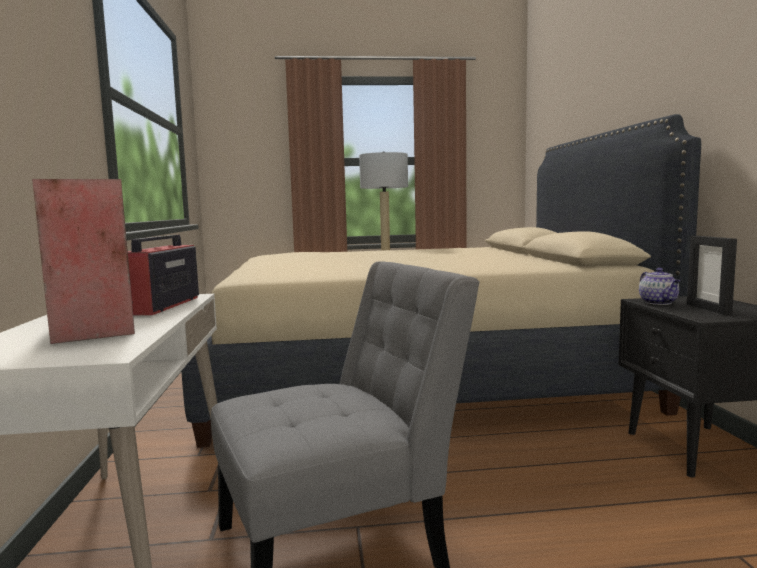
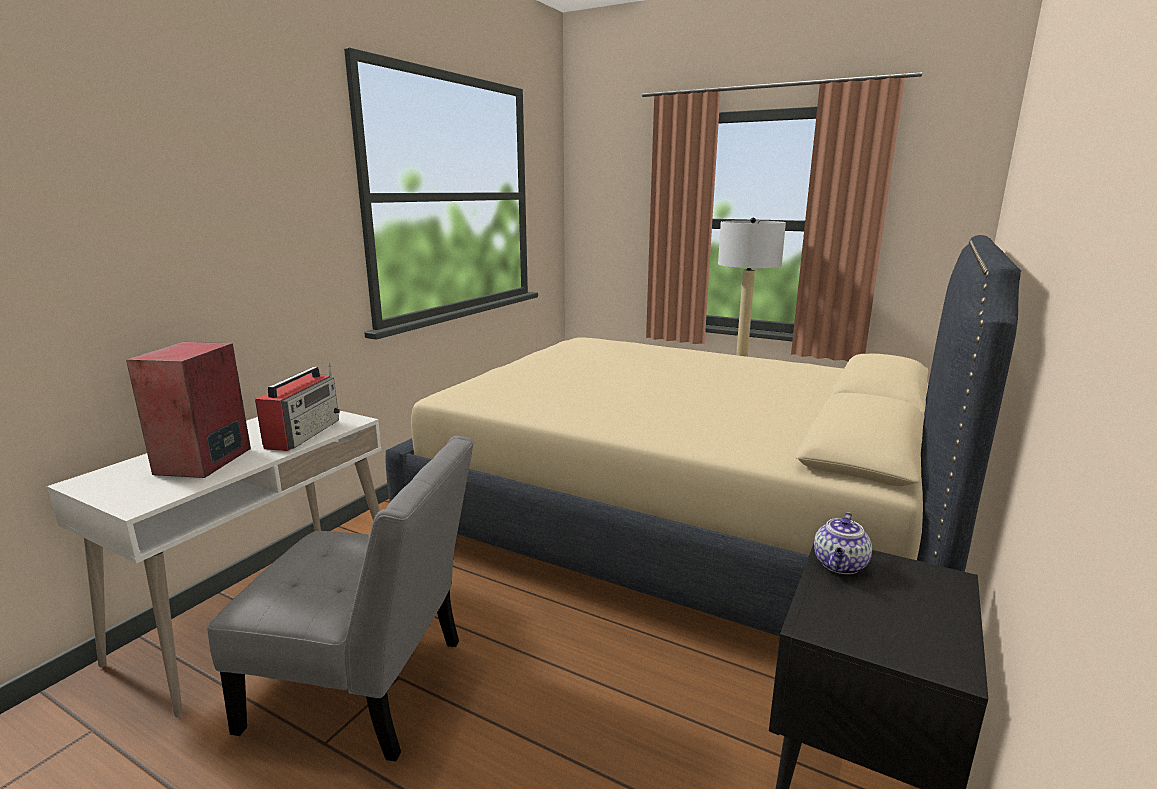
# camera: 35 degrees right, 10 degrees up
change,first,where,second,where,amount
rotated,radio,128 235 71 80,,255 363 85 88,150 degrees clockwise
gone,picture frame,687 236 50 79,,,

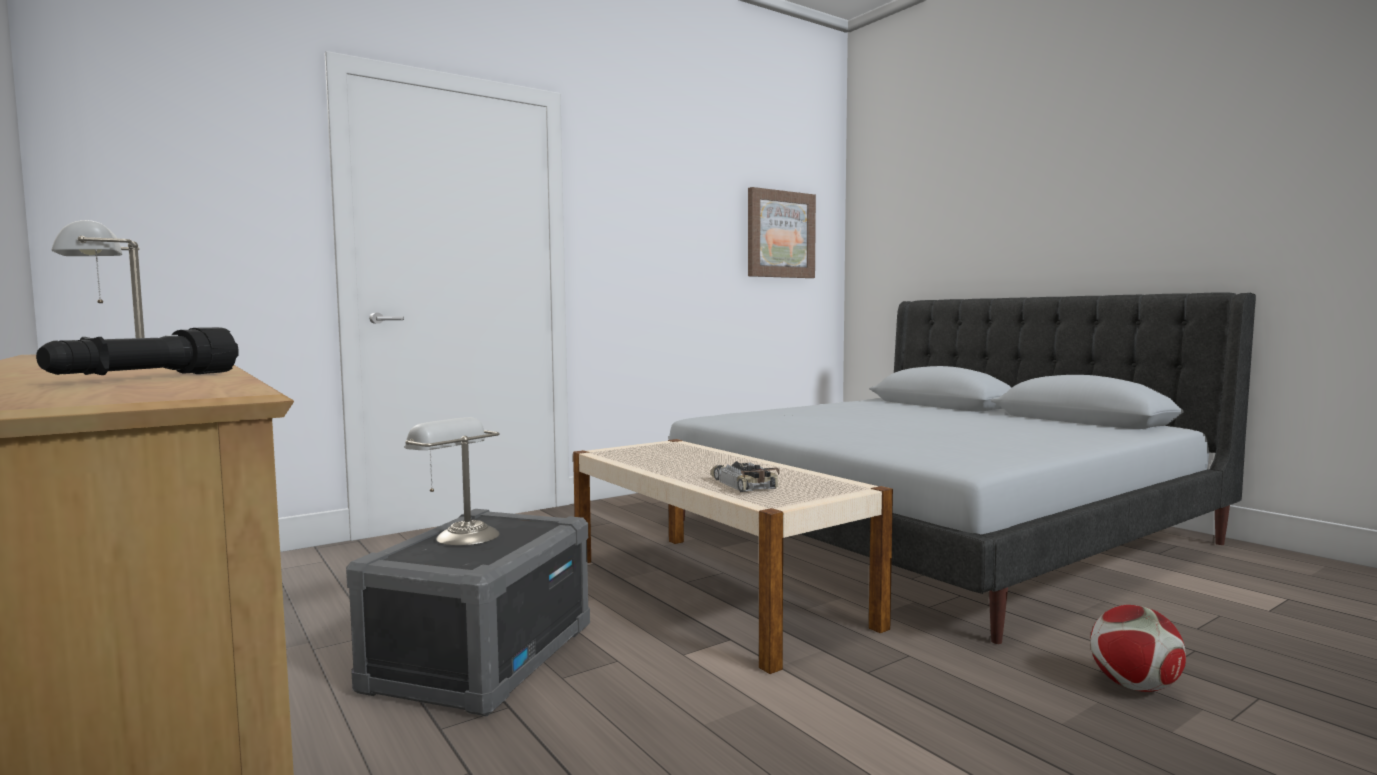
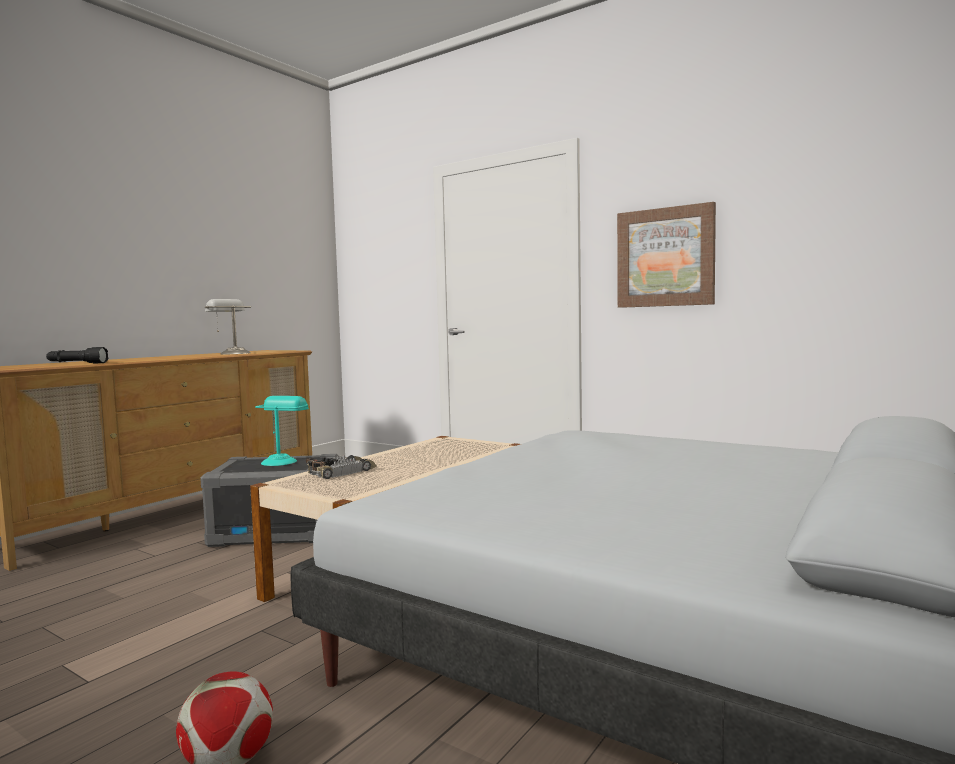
# camera: 70 degrees right, 0 degrees up
change,first,where,second,where,amount
shifted,picture,748 187 68 91,,617 202 99 106,
repainted,white table lamp,405 417 95 128,turquoise table lamp,255 396 54 70,

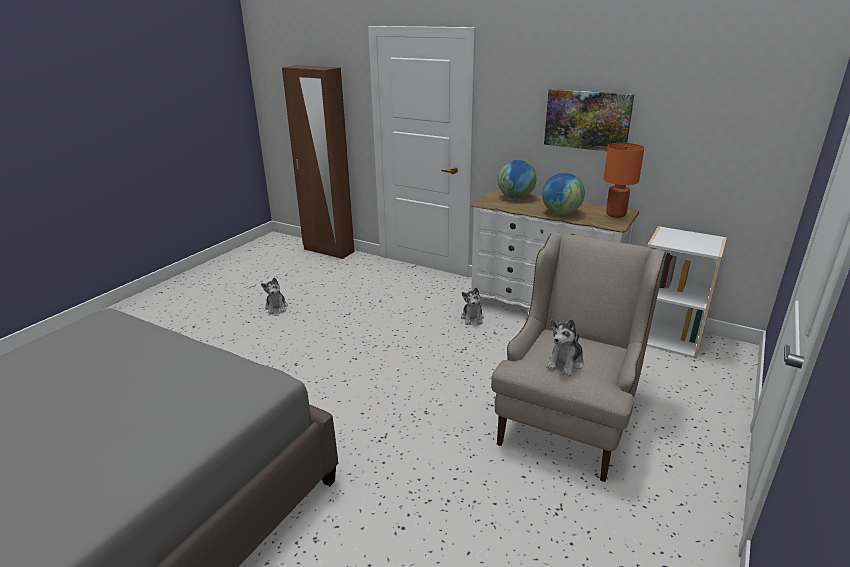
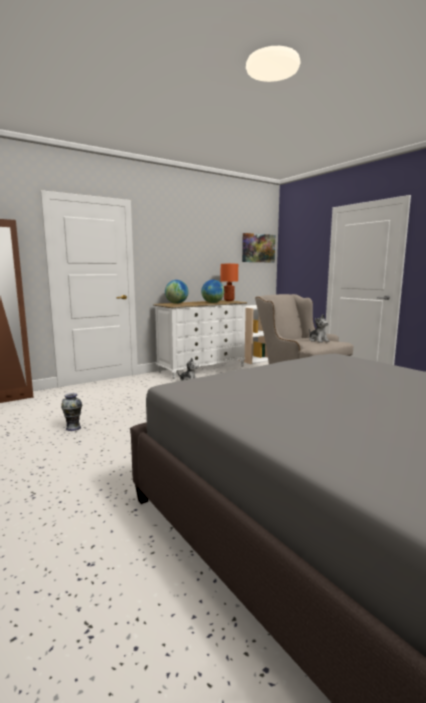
# camera: 65 degrees left, 15 degrees down
change,first,where,second,where,amount
shifted,picture,544 89 90 62,,242 233 33 30,
swapped,plush toy,261 277 27 37,vase,61 393 21 38,

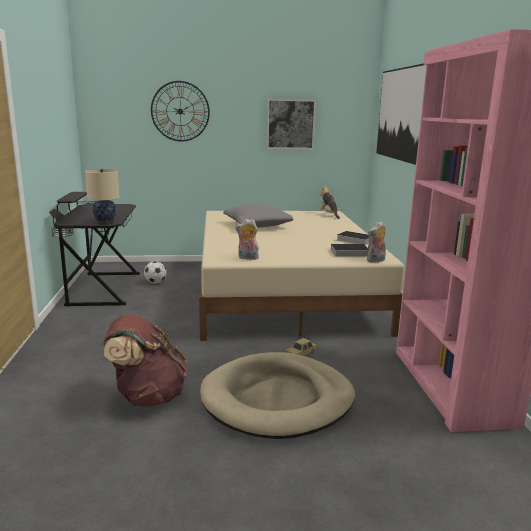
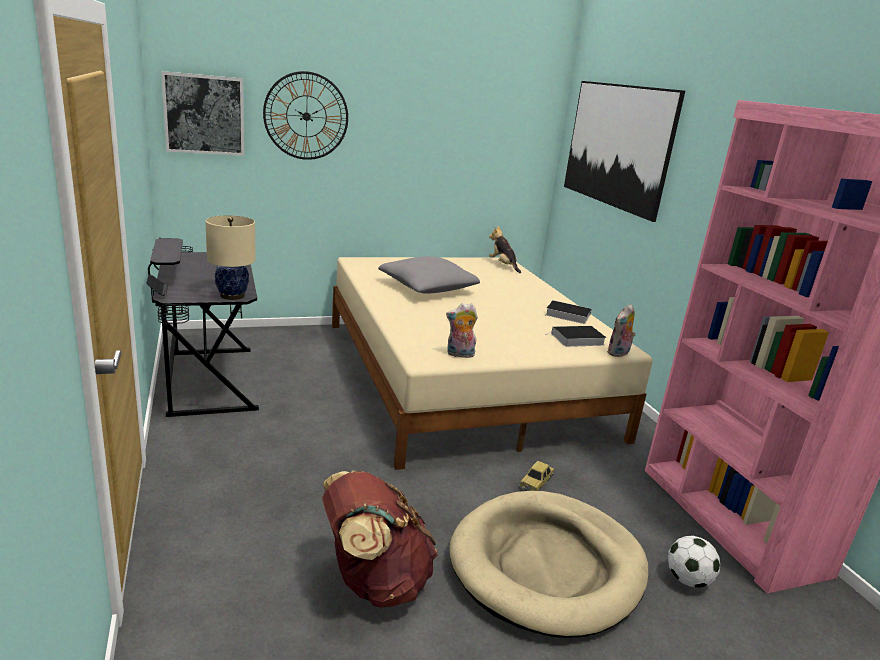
# camera: 15 degrees left, 5 degrees up
change,first,where,second,where,amount
shifted,picture,266 99 50 50,,161 71 83 85,
shifted,football,144 261 23 23,,668 536 52 52,

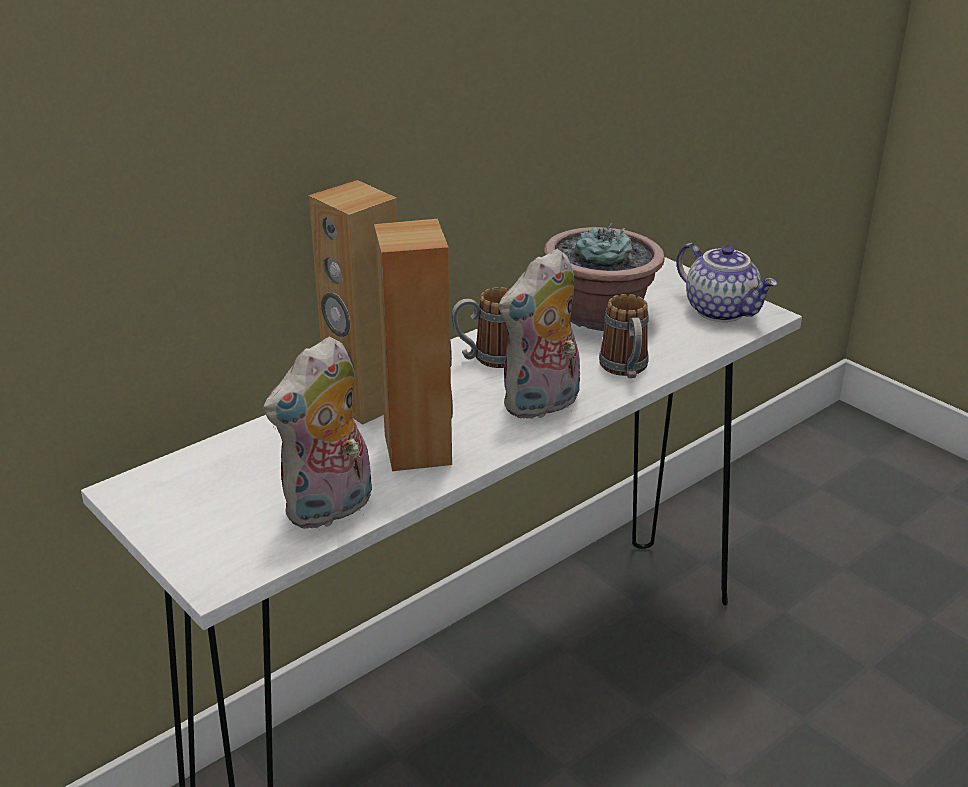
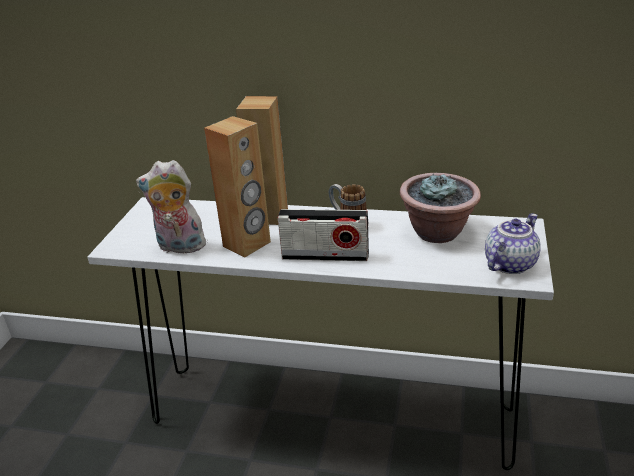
# camera: 55 degrees right, 0 degrees up
change,first,where,second,where,amount
rotated,teapot,676 243 101 79,,485 214 56 60,150 degrees counterclockwise
swapped,plush toy,499 249 87 171,radio,278 209 91 52,
gone,mug,599 294 50 84,,,

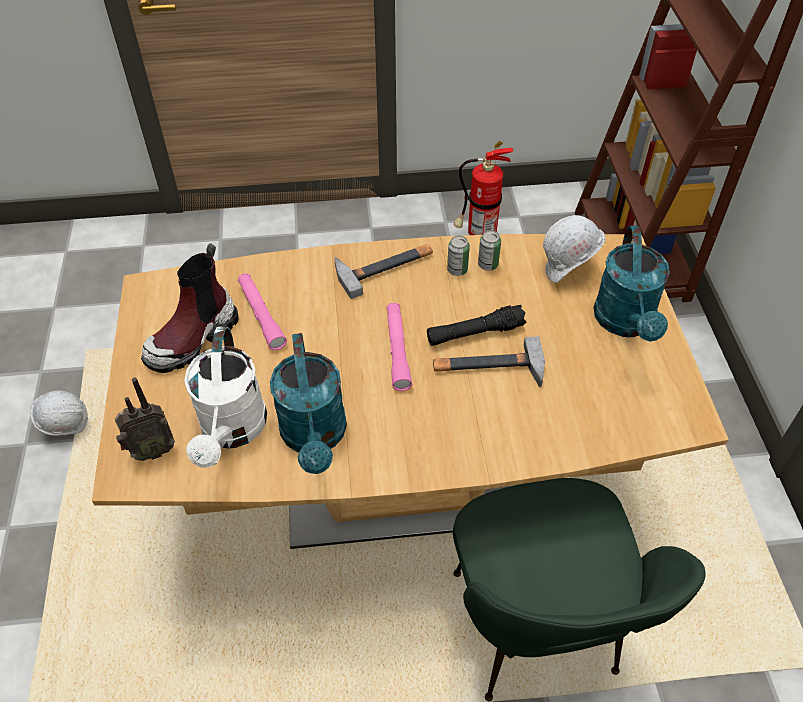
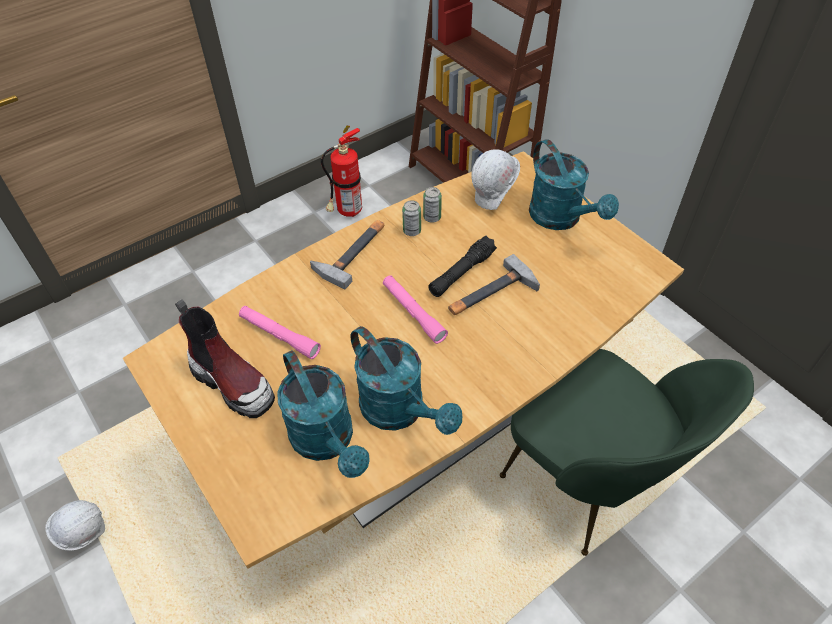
# camera: 30 degrees left, 0 degrees up
change,first,where,second,where,amount
rotated,boot,141 243 98 130,,175 299 100 119,60 degrees counterclockwise
repainted,white watering can,184 327 83 141,turquoise watering can,277 350 93 128,
gone,radio,115 378 60 83,,,

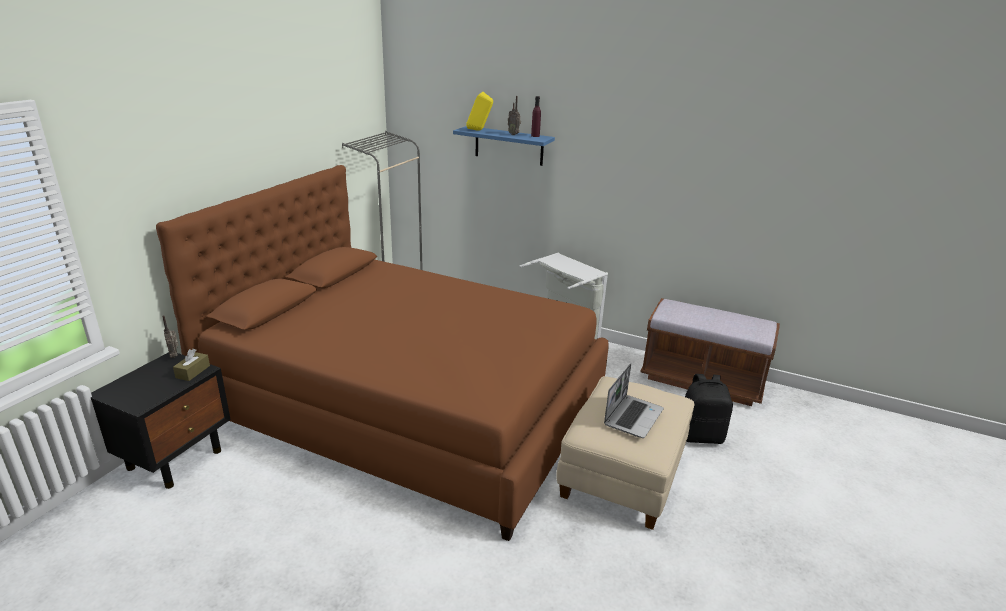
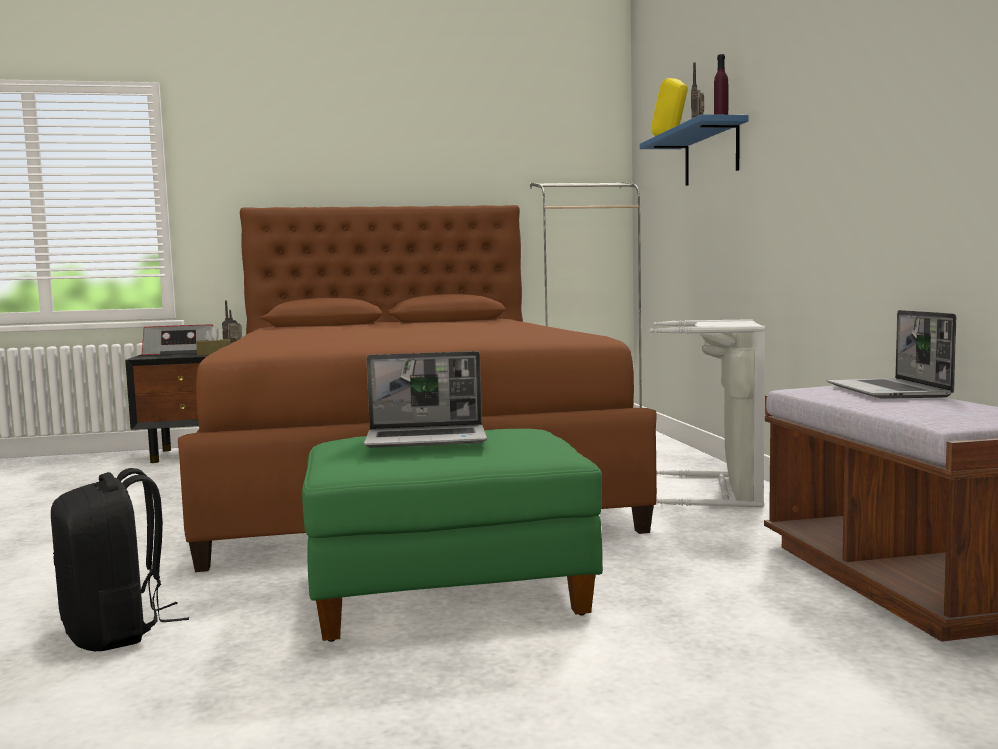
# camera: 55 degrees right, 20 degrees down
change,first,where,second,where,amount
shifted,black backpack,685 374 48 70,,51 468 138 183,
repainted,beige ottoman,556 376 138 154,green ottoman,302 429 301 213,
new,,,laptop,827 310 129 89,
new,,,radio,142 325 71 30,

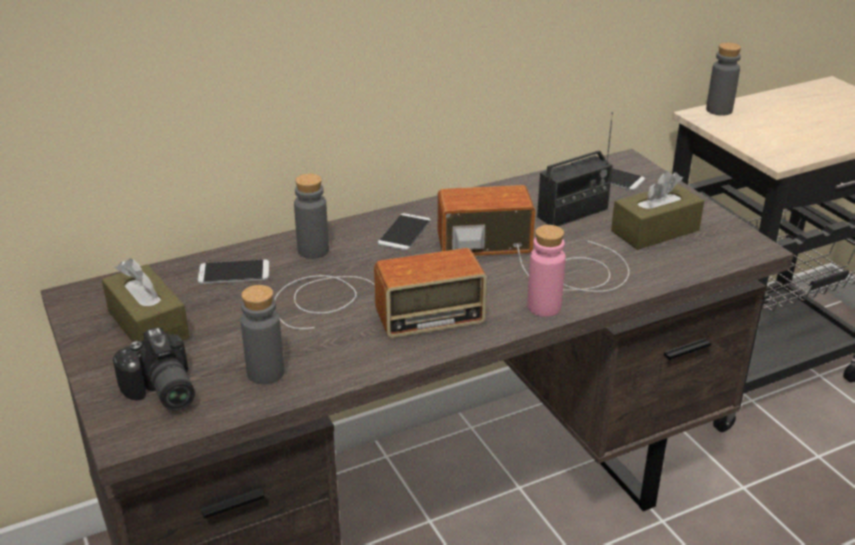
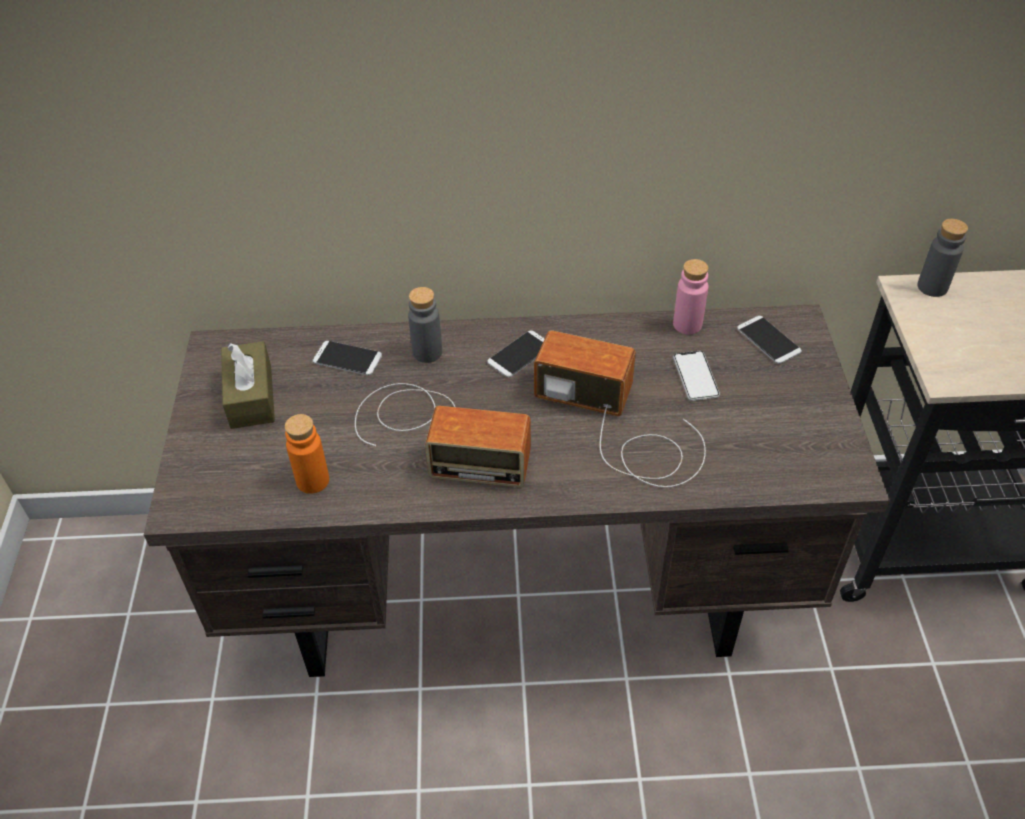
# camera: 25 degrees right, 15 degrees up
change,first,where,second,where,amount
swapped,radio,537 112 76 114,phone,673 351 47 50,
gone,brown tissue box,611 171 93 79,,,
shifted,pink bottle,527 225 39 92,,673 259 35 75,
repainted,grey bottle,241 285 43 99,orange bottle,285 414 44 80,
gone,photo camera,113 327 82 84,,,

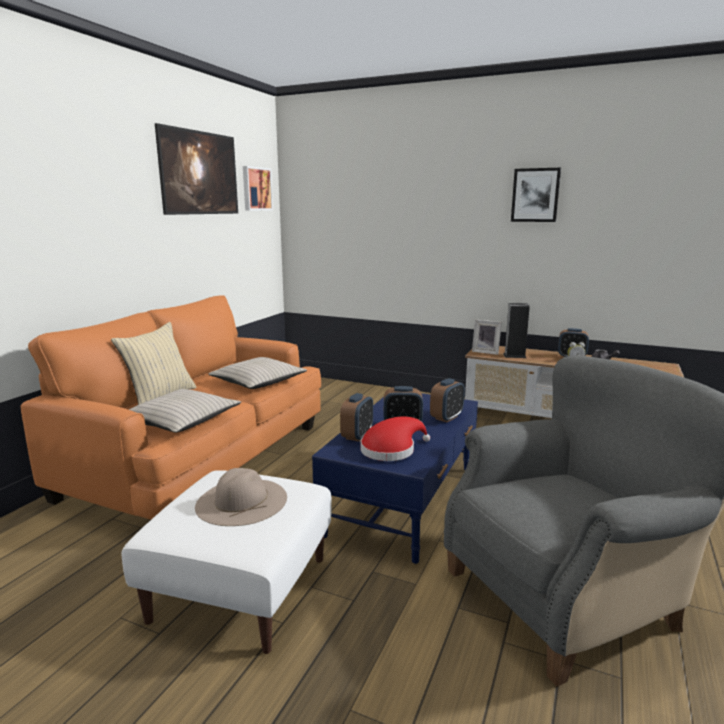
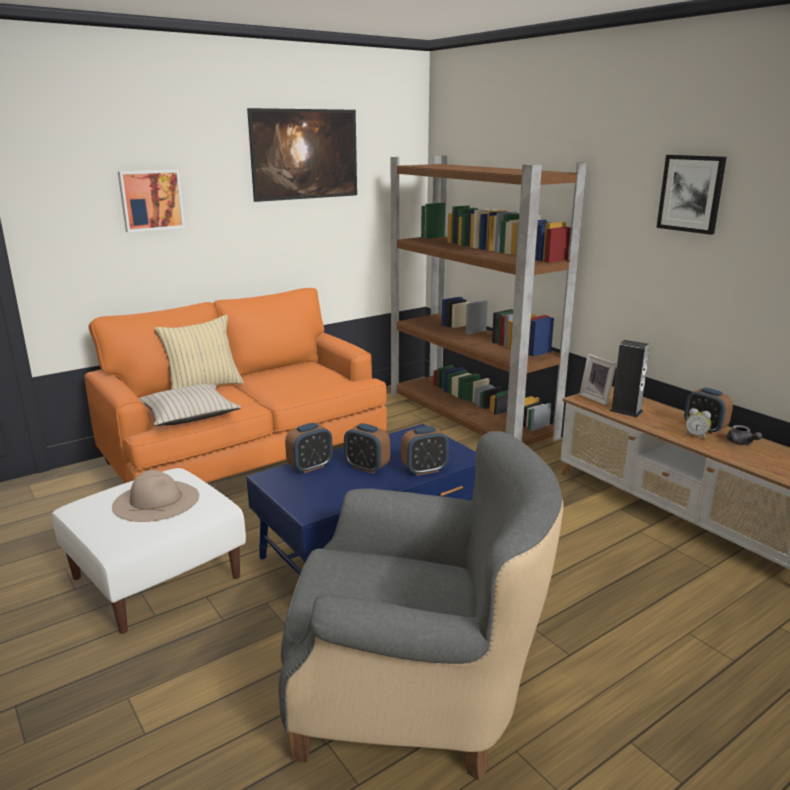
# camera: 30 degrees right, 5 degrees up
change,first,where,second,where,amount
shifted,picture,243 166 30 44,,118 169 67 63,
gone,beige pillow,208 357 99 32,,,
gone,red hat,361 416 69 45,,,
new,,,brown bookcase,391 156 196 290,

